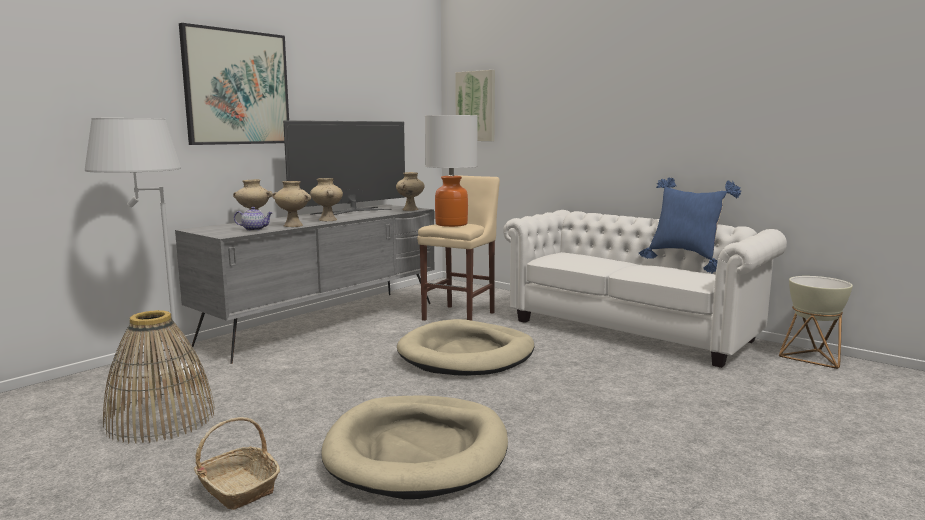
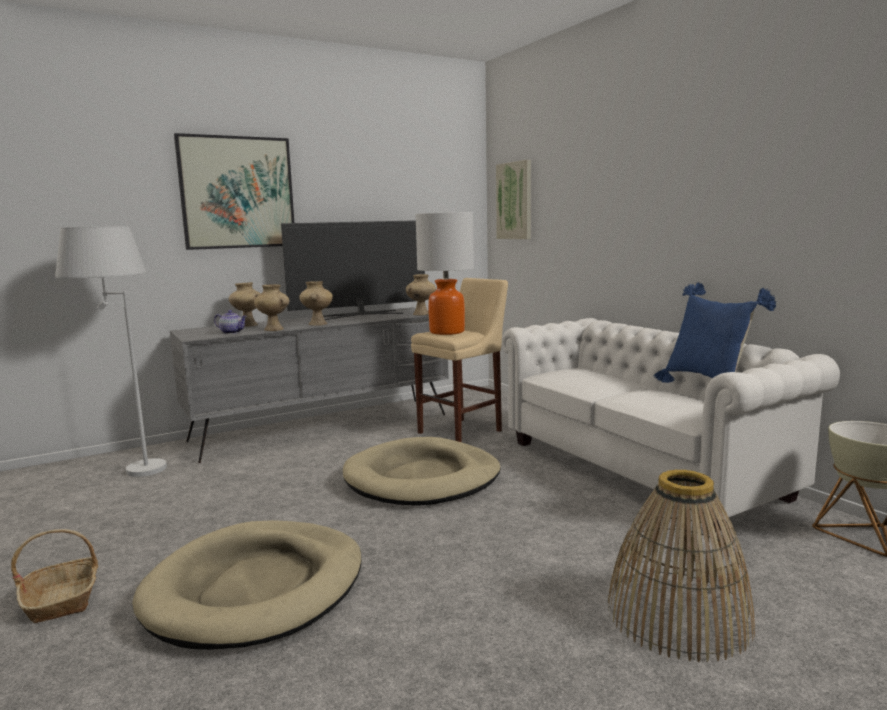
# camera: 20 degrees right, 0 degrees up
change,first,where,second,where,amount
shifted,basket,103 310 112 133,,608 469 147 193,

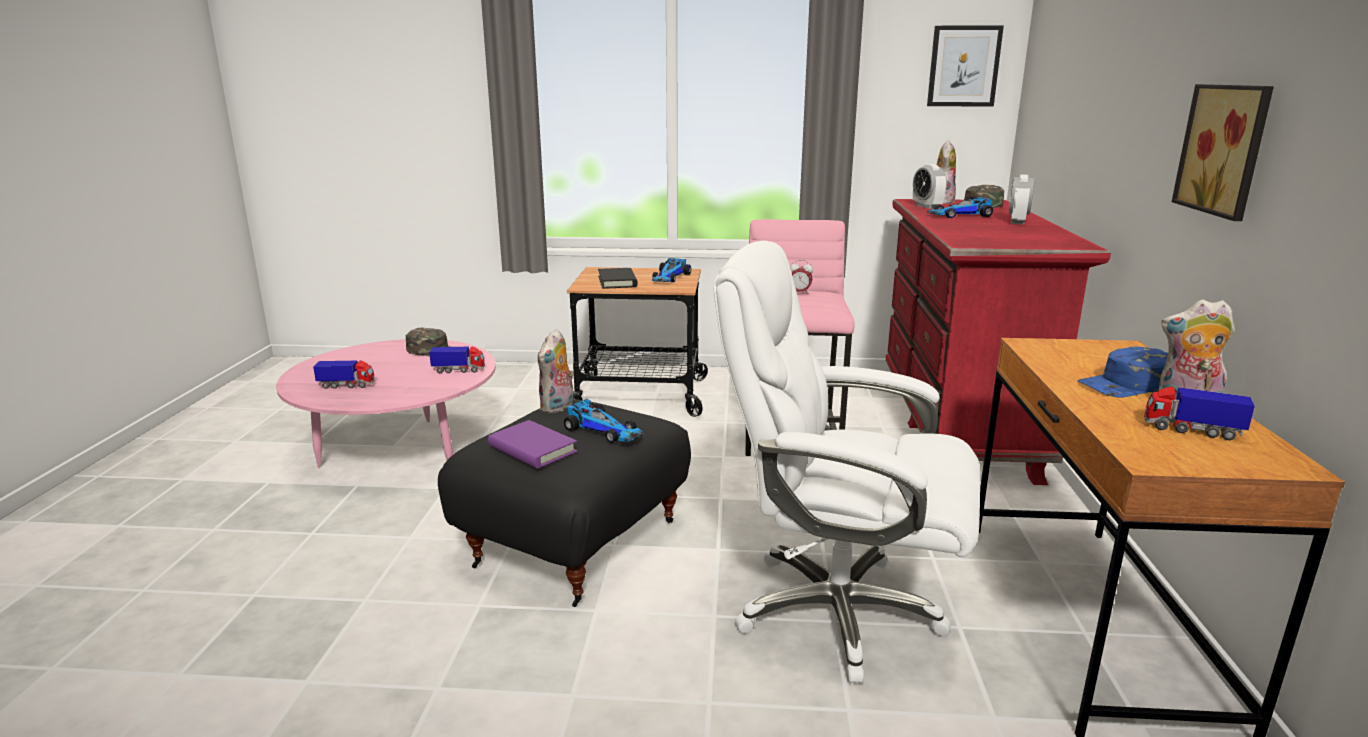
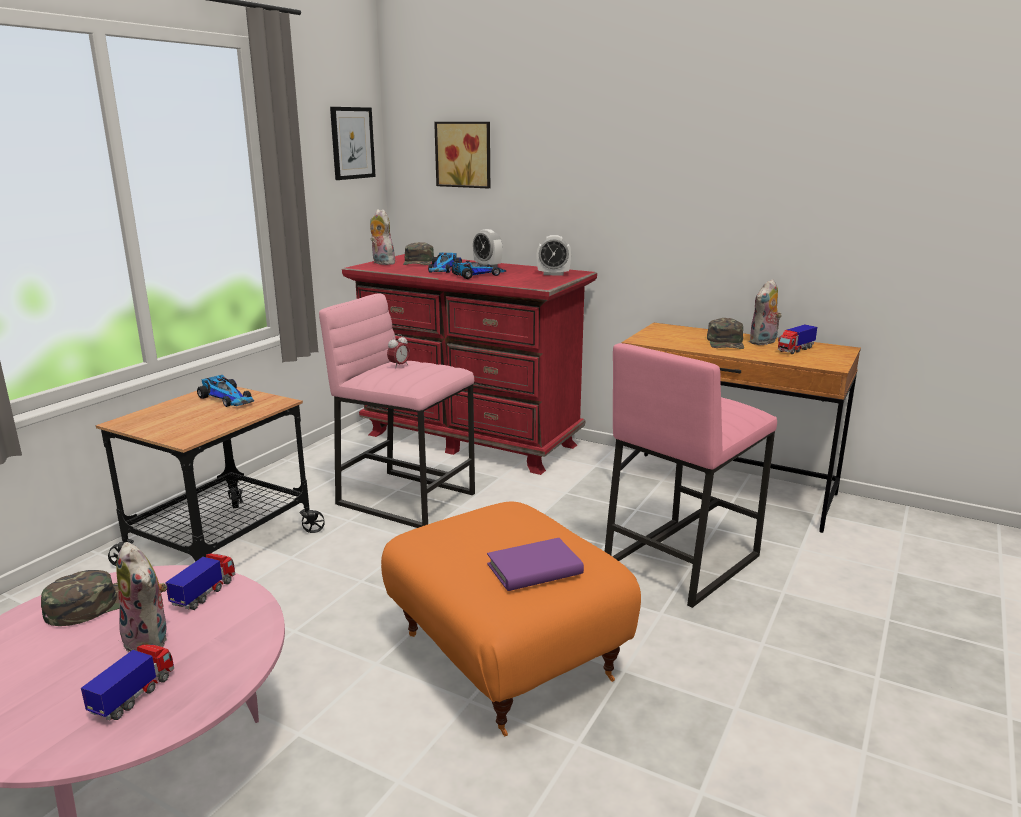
# camera: 65 degrees left, 0 degrees up
change,first,where,second,where,amount
shifted,picture,1172 84 102 137,,434 122 56 66,
shifted,alarm clock,913 164 34 45,,536 235 35 41,
swapped,white office chair,714 240 266 444,pink stool,604 343 173 265,
gone,black book,598 268 40 21,,,
shifted,plush toy,538 329 36 85,,117 542 50 111,
repainted,blue cap,1077 347 91 50,green cap,707 318 37 31,
repainted,black ottoman,438 399 253 208,orange ottoman,381 502 260 234,
shifted,toy car,564 399 80 44,,452 260 55 19,

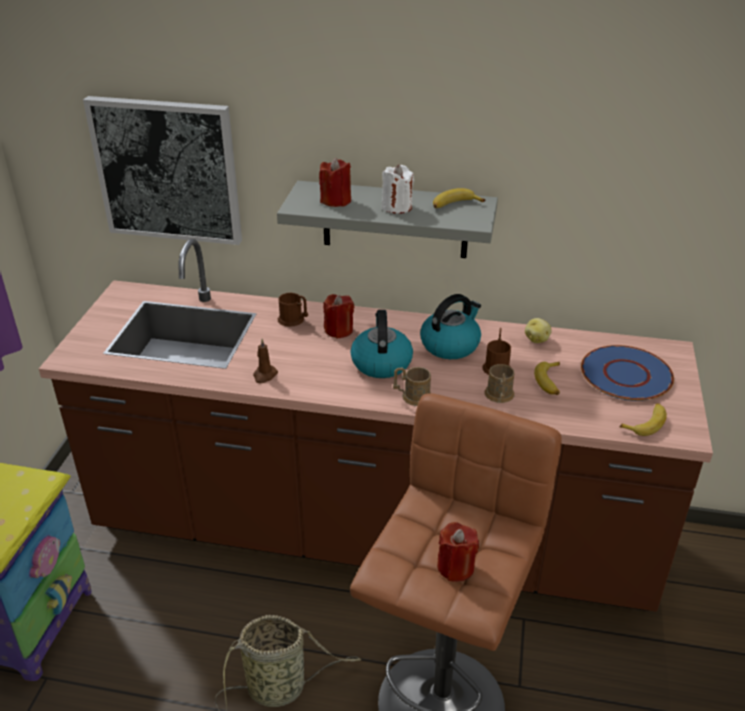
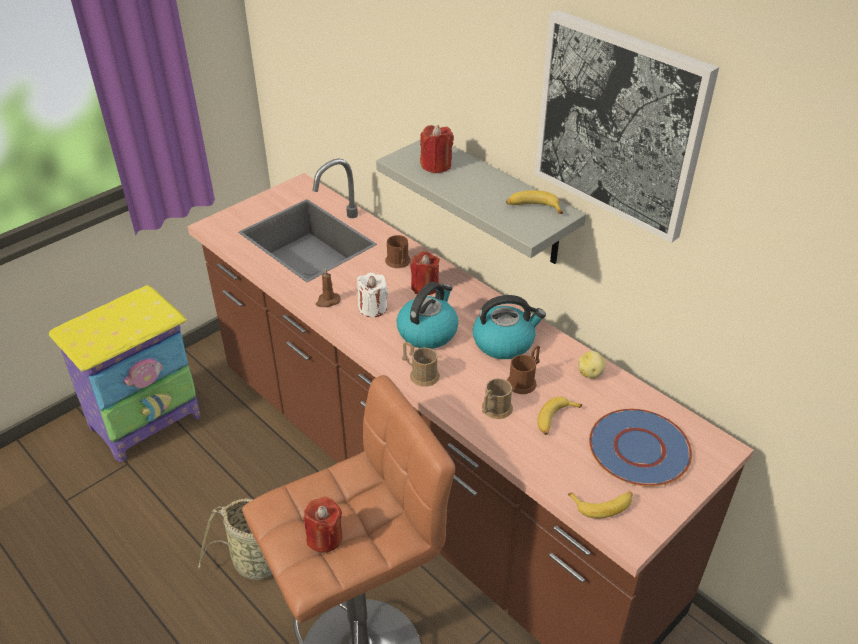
# camera: 35 degrees right, 5 degrees up
change,first,where,second,where,amount
shifted,picture,83 96 159 149,,535 10 184 233,
shifted,white candle,381 165 33 49,,357 272 31 45,

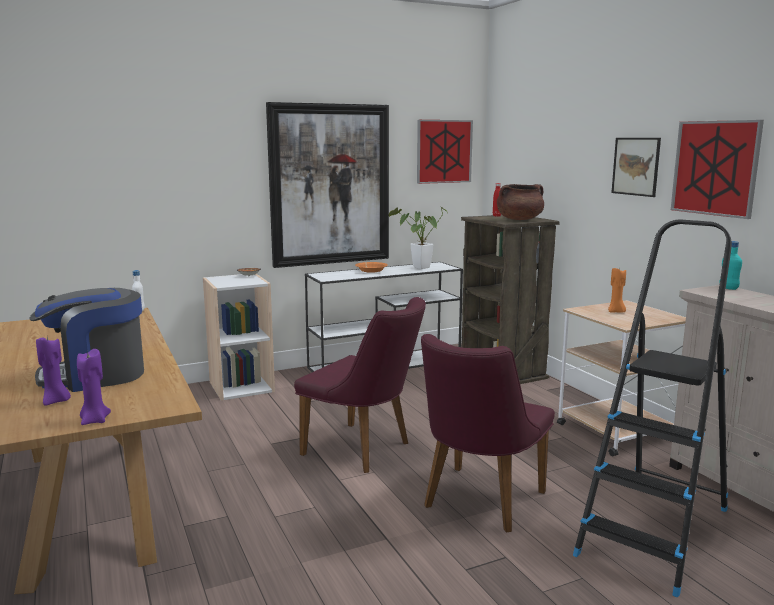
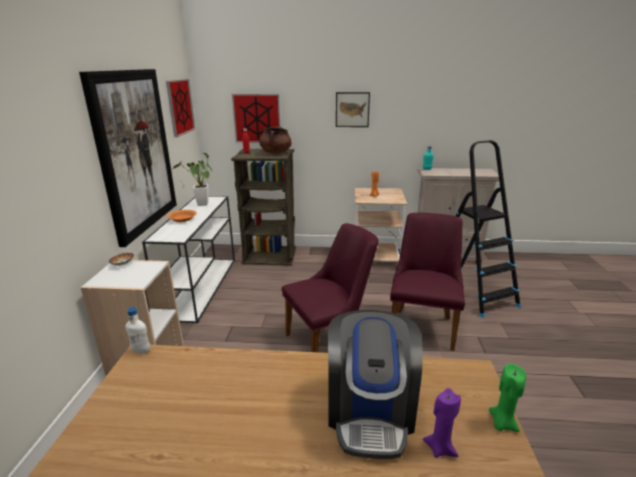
# camera: 60 degrees left, 10 degrees up
change,first,where,second,where,amount
shifted,picture,671 120 93 99,,232 94 48 49,
rotated,purple chair,421 334 134 199,,390 213 75 138,135 degrees counterclockwise
repainted,purple candle,77 349 34 76,green candle,489 363 37 69,

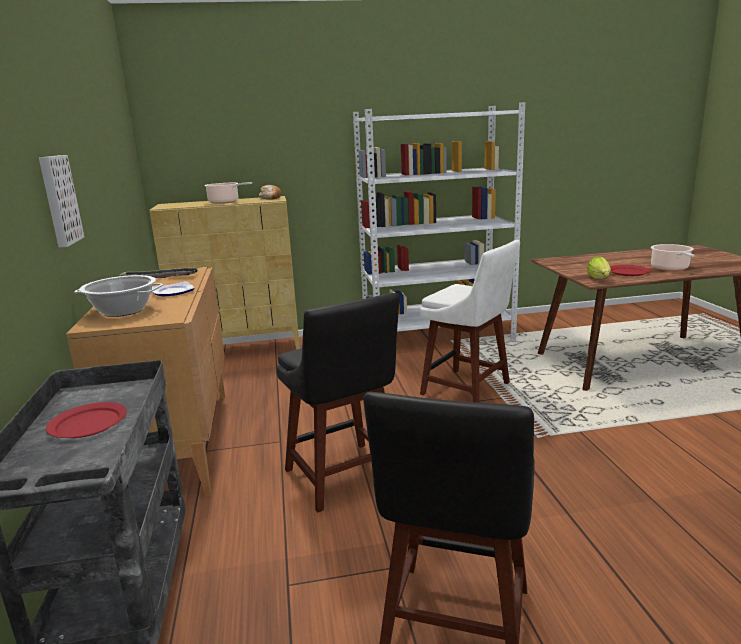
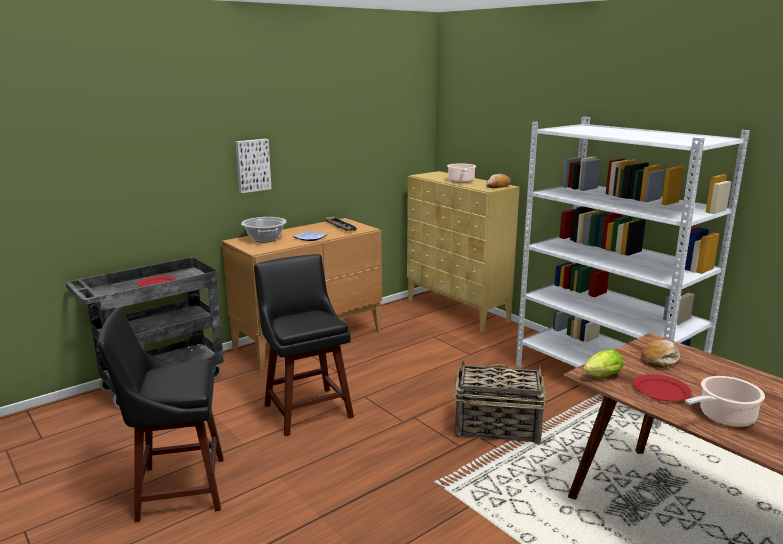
# camera: 60 degrees right, 0 degrees up
change,first,where,second,where,amount
swapped,white chair,420 240 100 163,basket,454 360 92 84,
rotated,black chair,276 293 124 220,,254 254 100 183,120 degrees clockwise
new,,,bread,642 340 38 28,

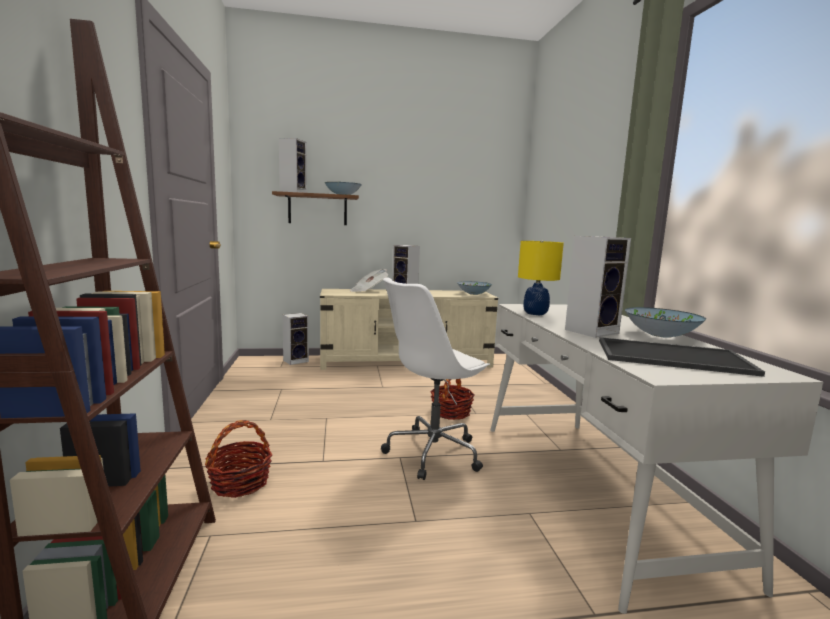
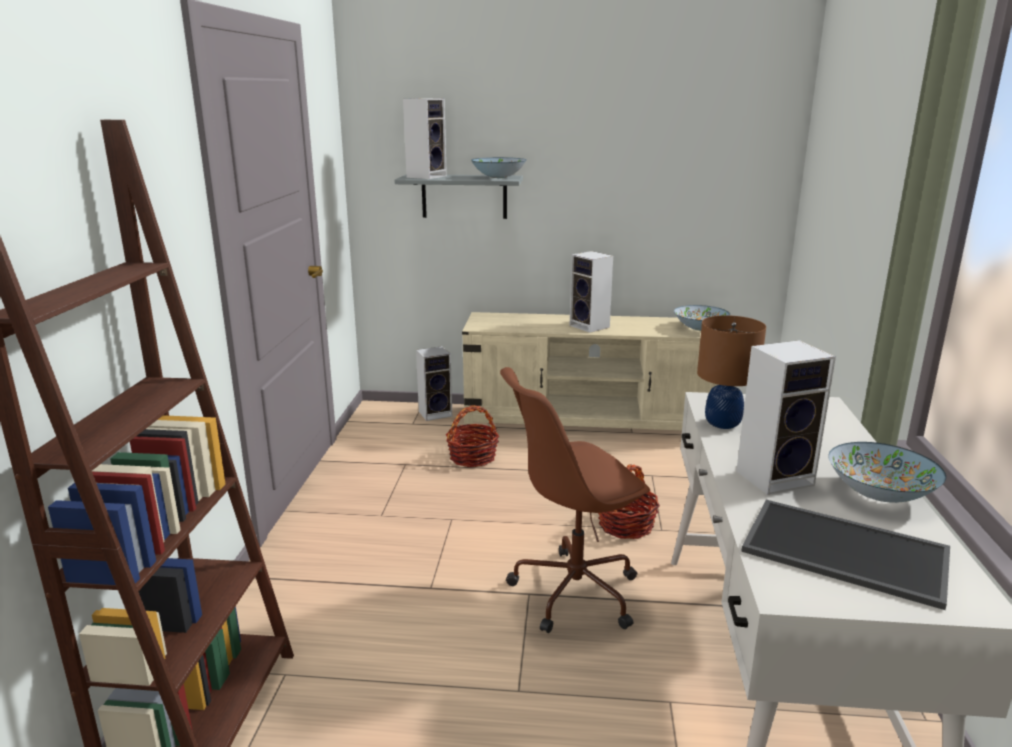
# camera: 15 degrees right, 10 degrees up
change,first,where,second,where,amount
repainted,brown shelf,272 191 87 34,grey shelf,394 175 129 44,
repainted,yellow table lamp,518 240 46 75,brown table lamp,697 315 69 114,
gone,newspaper,350 269 38 23,,,
repainted,white office chair,381 278 109 202,brown office chair,500 367 151 266,
shifted,basket,205 420 67 78,,446 405 53 62,

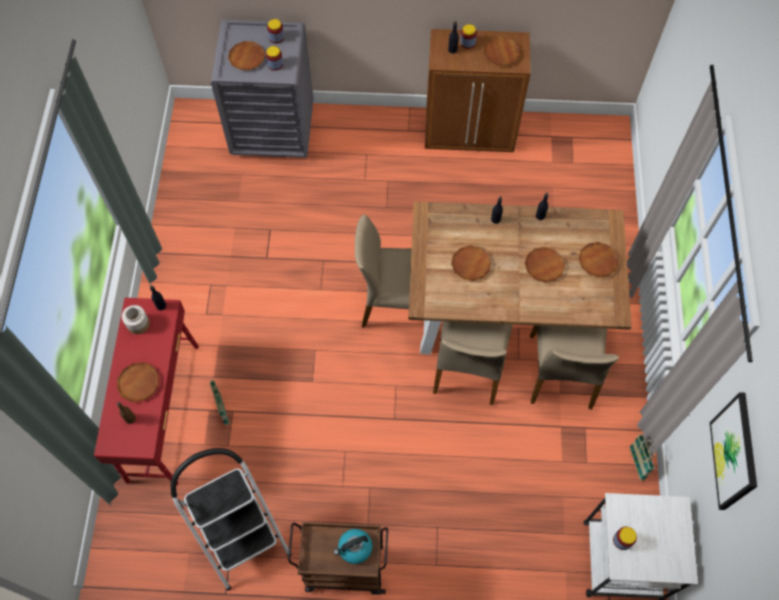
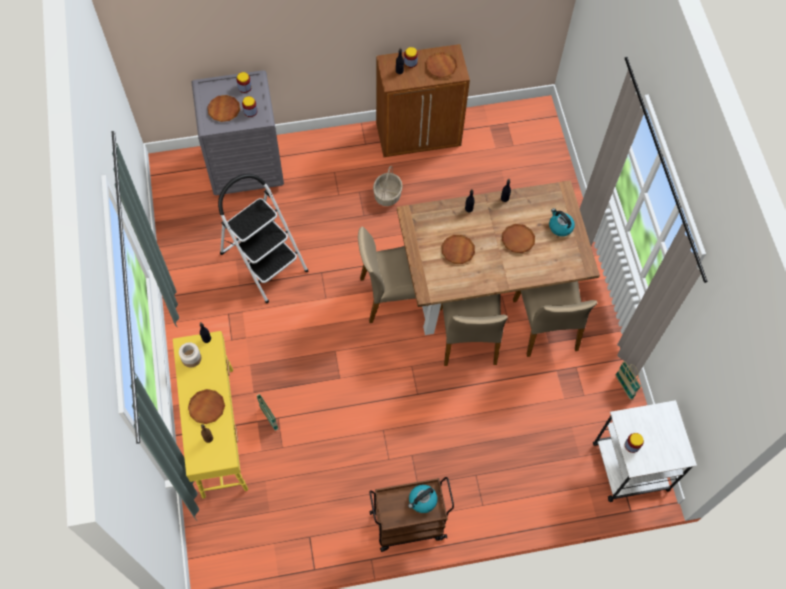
# camera: 15 degrees left, 0 degrees up
change,first,where,second,where,amount
swapped,brown plate,579 242 40 35,kettle,549 208 26 28,
repainted,red console table,94 298 105 188,yellow console table,173 331 75 168,
gone,picture,710 392 47 118,,,
shifted,step ladder,171 448 121 143,,218 174 90 129,
new,,,basket,373 166 30 40,

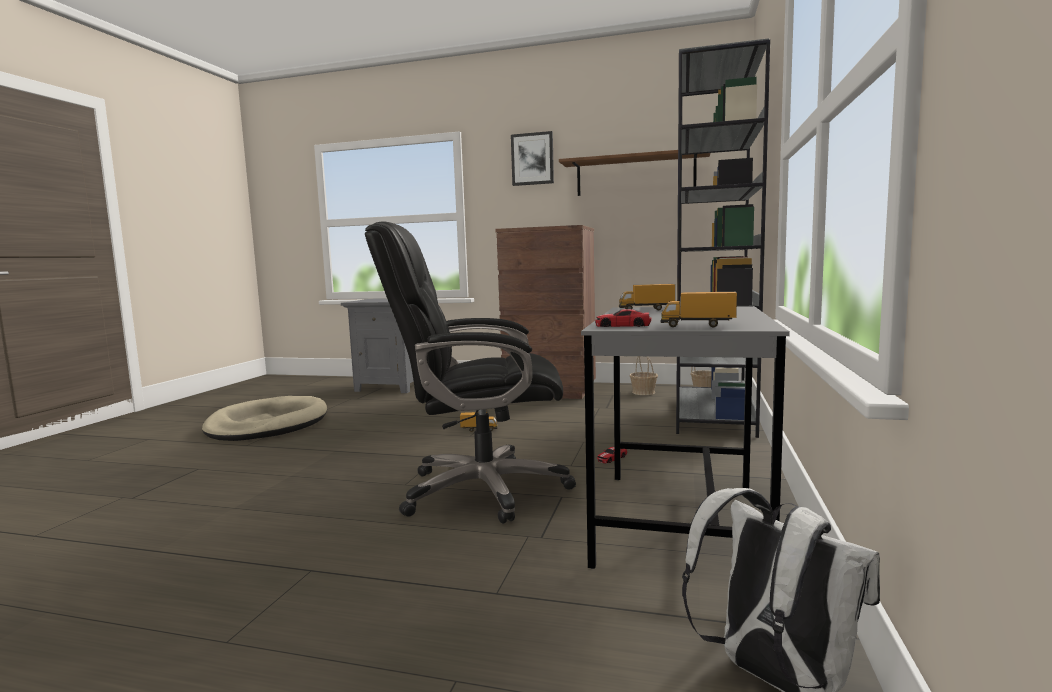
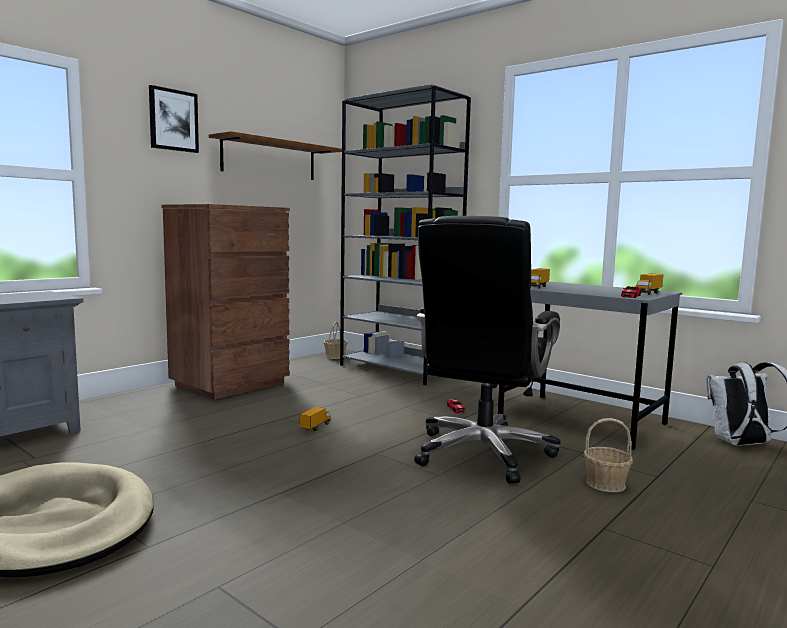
# camera: 65 degrees left, 0 degrees up
change,first,where,second,where,amount
shifted,basket,630 356 28 39,,584 418 49 74,

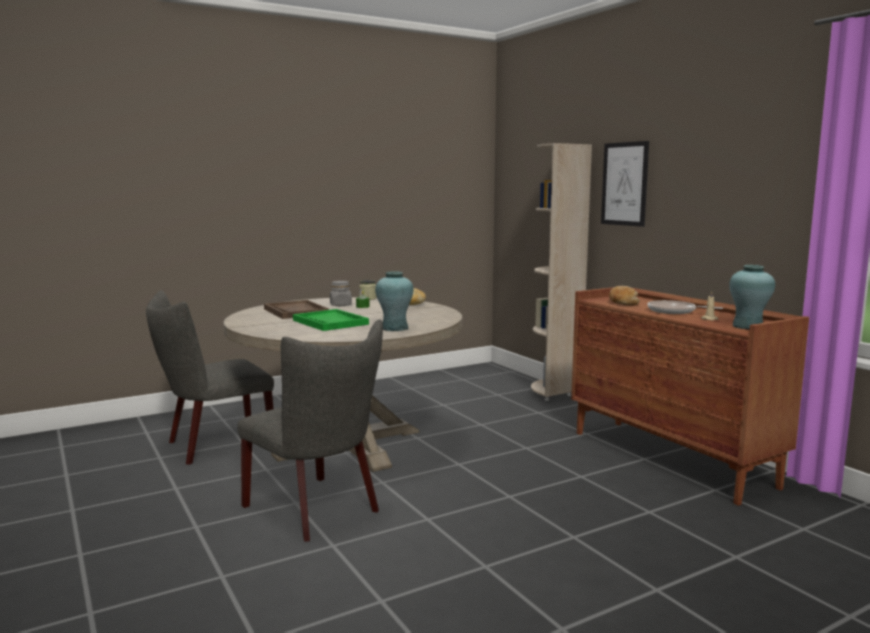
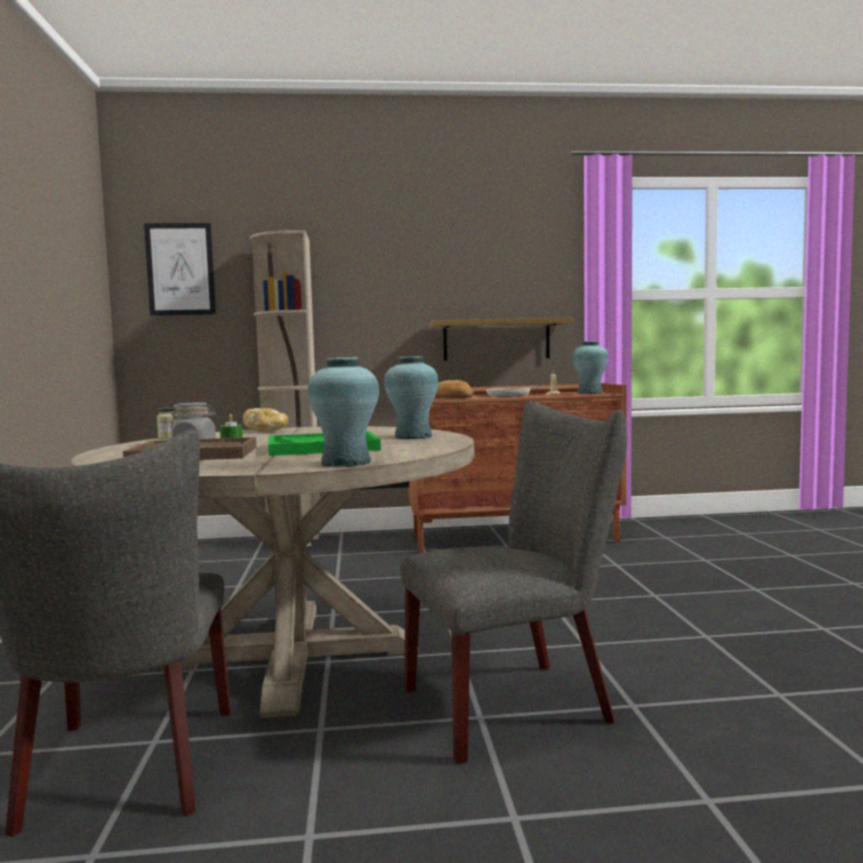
# camera: 65 degrees left, 5 degrees down
change,first,where,second,where,amount
shifted,picture,601 141 48 86,,144 223 72 93,
new,,,shelf,429 318 144 43,
new,,,turquoise vase,308 357 71 110,

